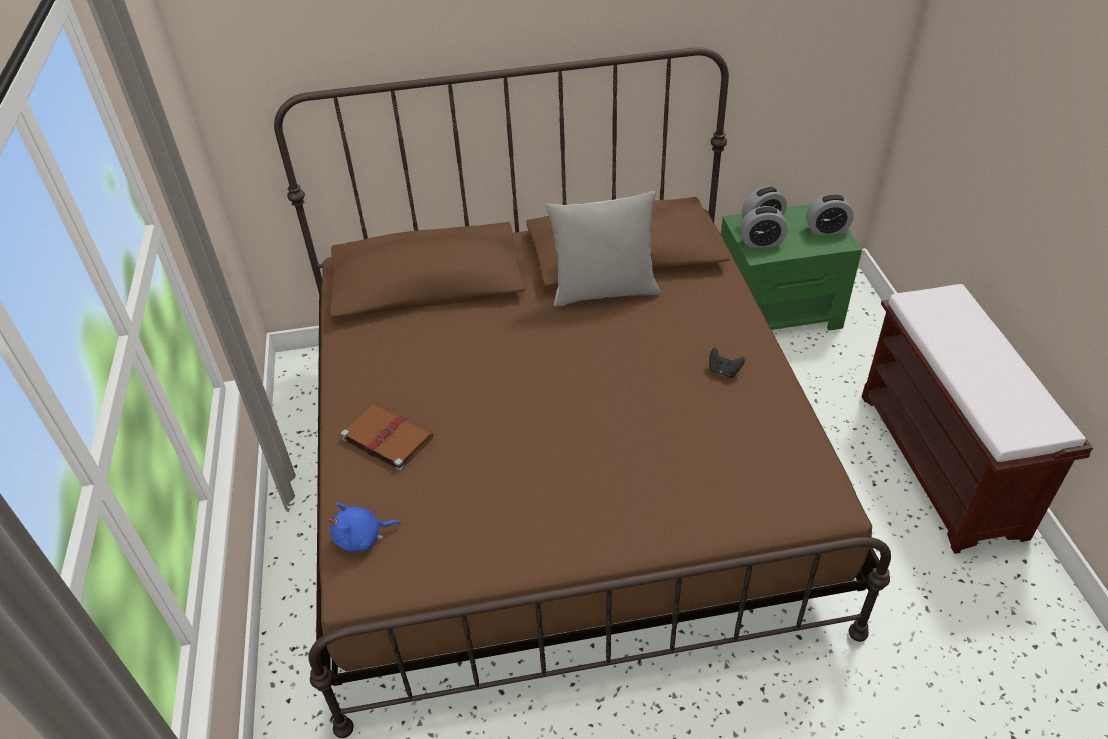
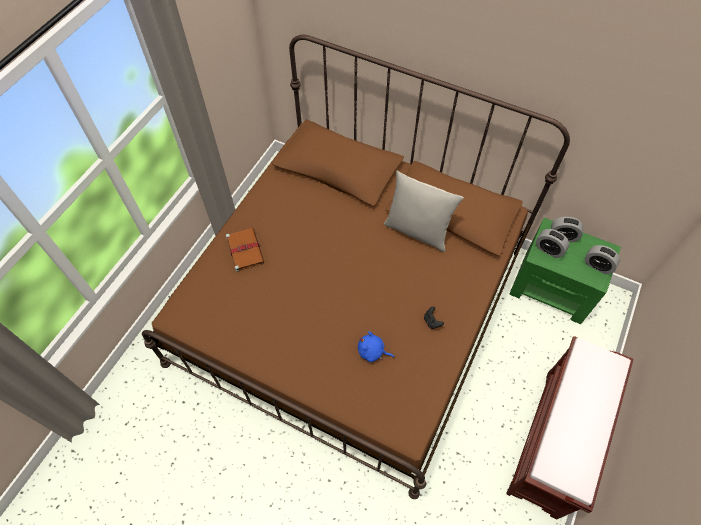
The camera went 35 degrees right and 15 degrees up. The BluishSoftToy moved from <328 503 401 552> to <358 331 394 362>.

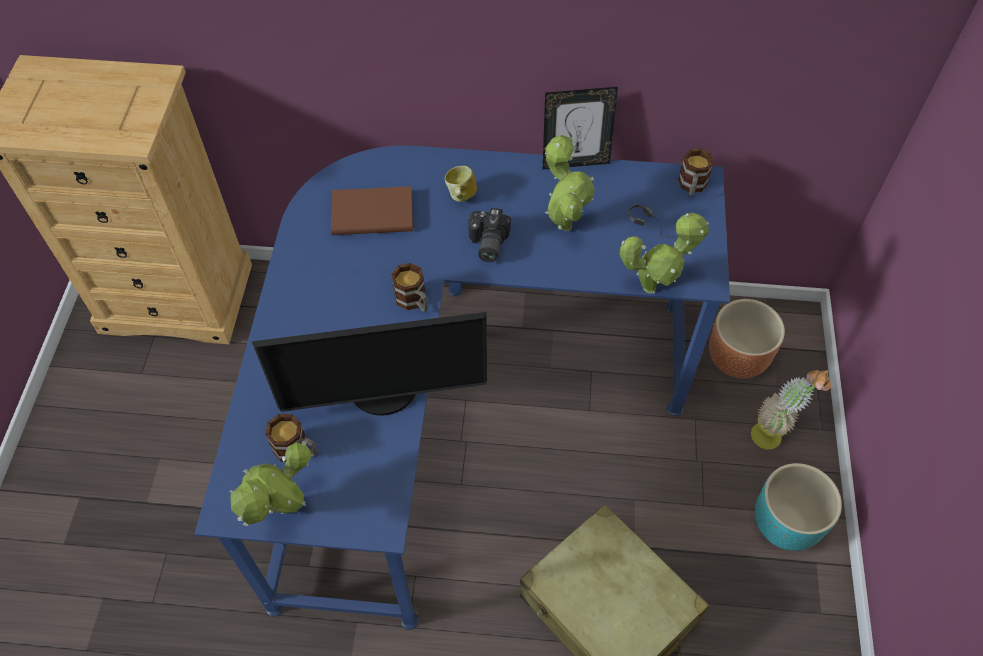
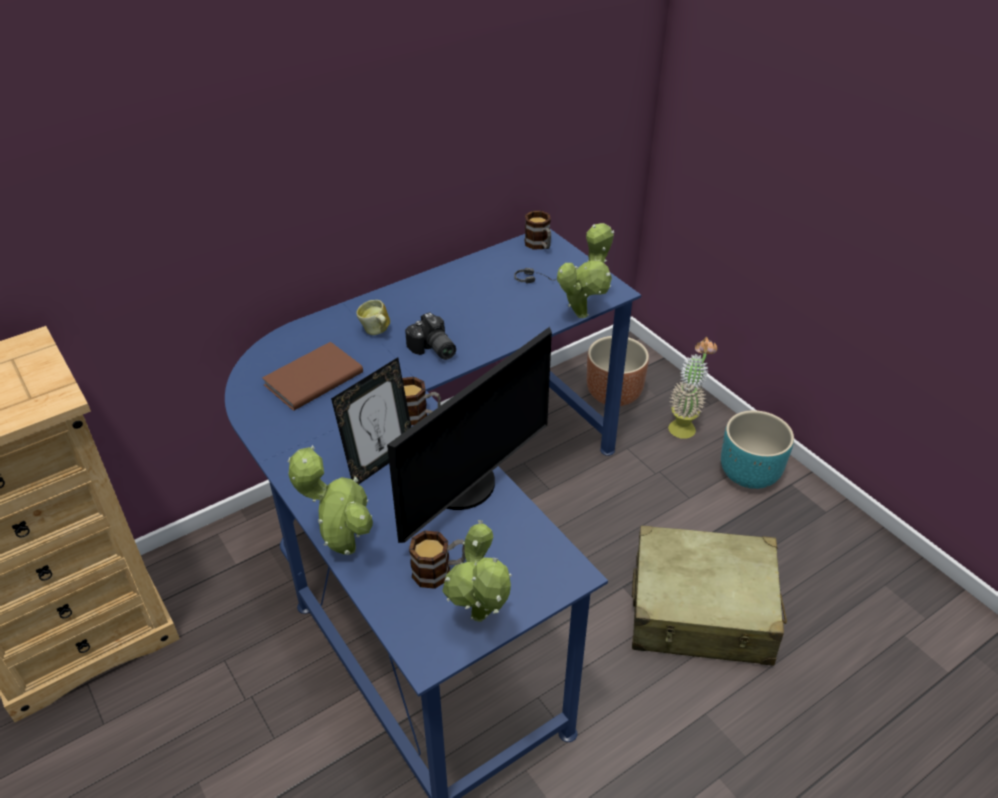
The camera went 40 degrees left and 15 degrees down. The PhotoFrame moved from <543 87 618 169> to <331 357 411 484>. The PottedPlant moved from <545 135 594 231> to <288 445 373 555>.

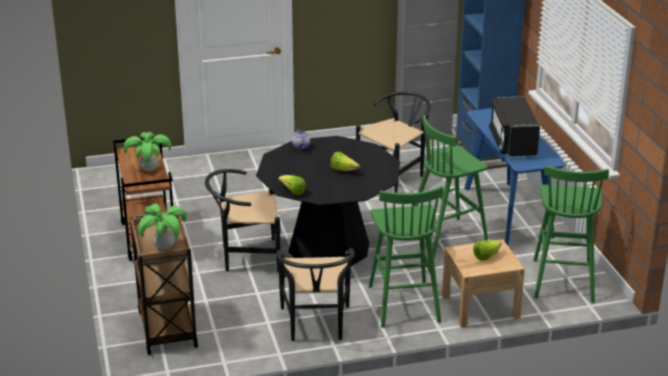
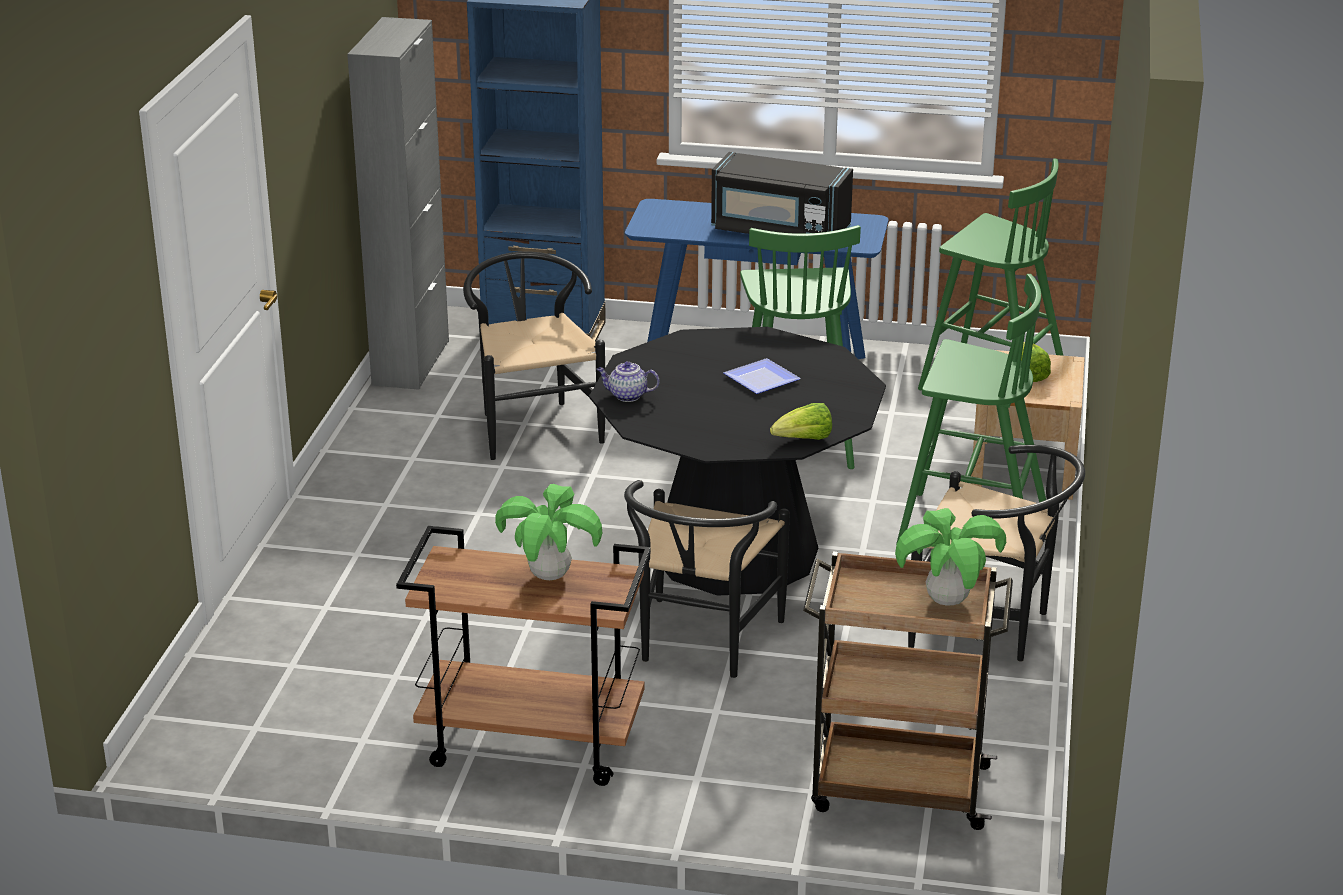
The camera went 65 degrees left and 0 degrees up. The Lettuce at <331 152 360 171> was replaced by the FlatDish at <723 358 801 394>.

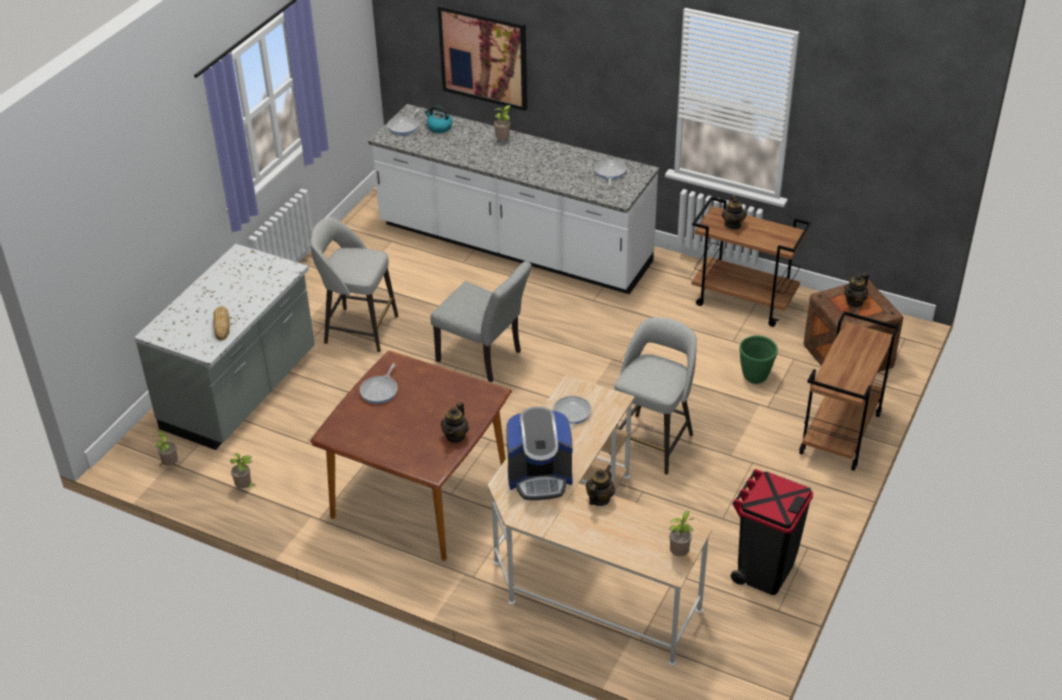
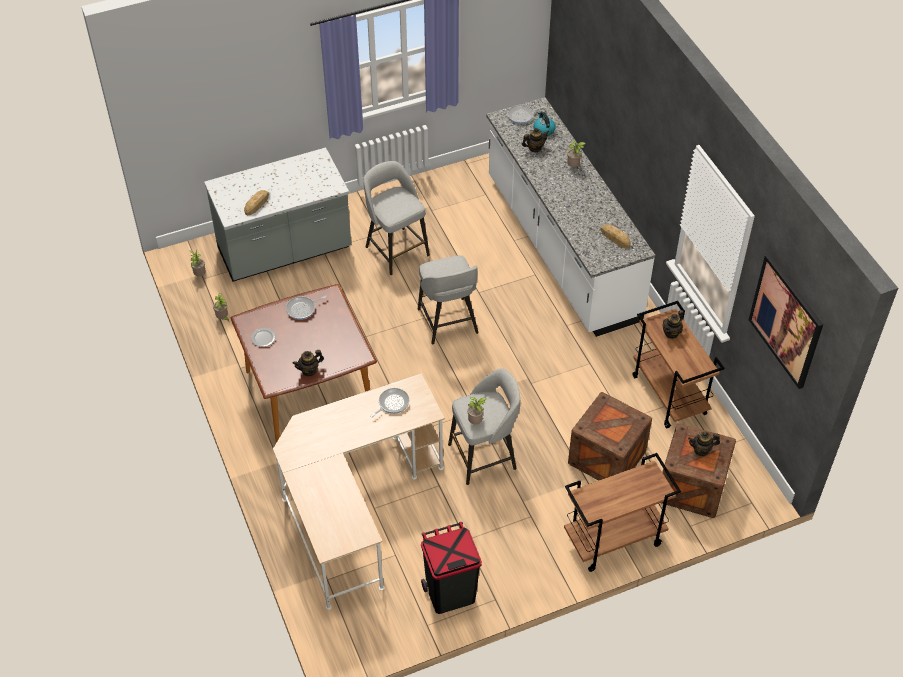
The camera went 40 degrees right and 10 degrees up. The CoffeeBrewer at <506 406 573 500> disappeared. The FlatDish at <251 328 276 347> appeared. The WallPicture moved from <437 5 527 111> to <749 254 823 389>. The Teapot moved from <586 465 615 506> to <522 128 549 152>. The PottedPlant moved from <669 511 694 556> to <468 397 487 425>. The GreyishUprightChair at <430 261 532 382> was replaced by the GreyishStoolSeat at <418 255 479 345>. The Skillet at <594 159 627 185> was replaced by the BakeryBread at <600 225 631 248>. The GreenColouredPlantPot at <740 335 778 384> was replaced by the ShippingCrate at <568 392 652 481>.

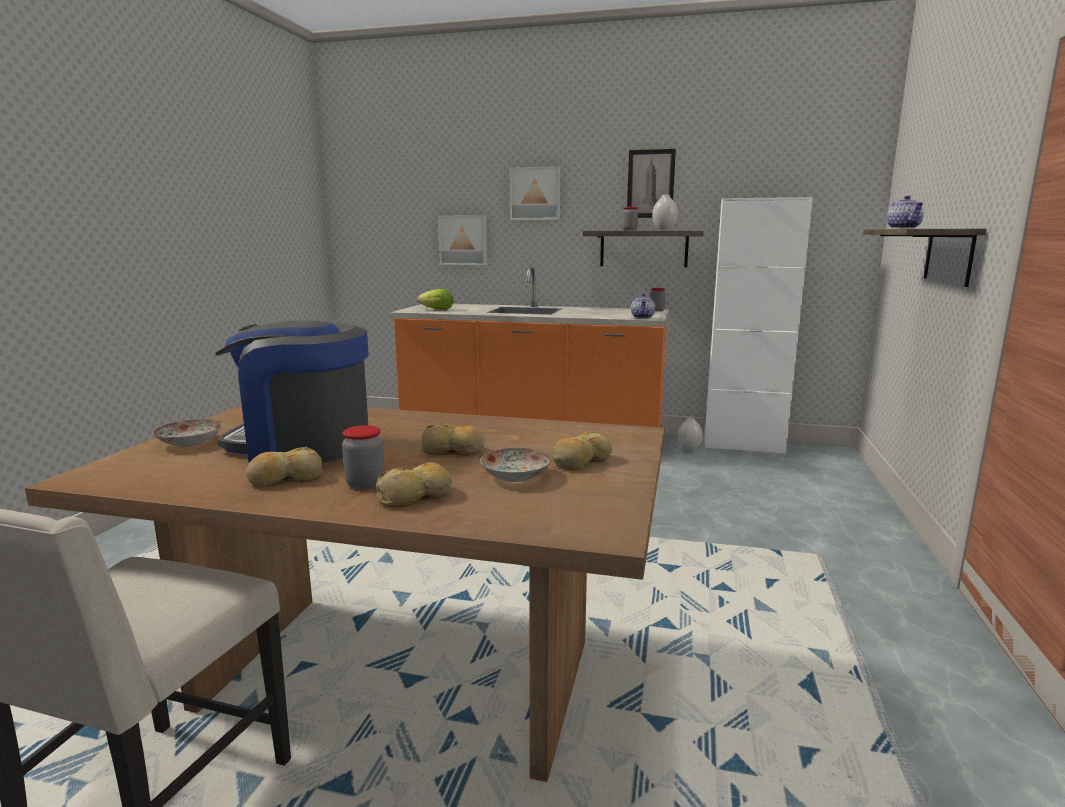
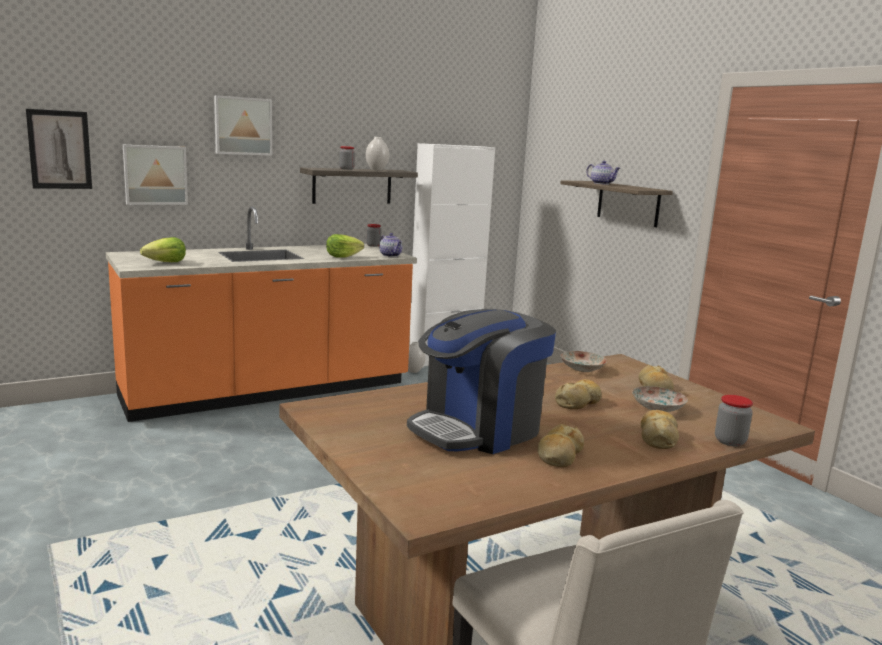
The camera went 45 degrees left and 0 degrees up. The Lettuce at <326 234 364 258> appeared. The FlatDish moved from <153 419 222 447> to <561 351 607 372>. The PreserveJar moved from <342 425 384 489> to <715 395 753 446>. The WallPicture moved from <627 149 676 218> to <26 109 92 189>.

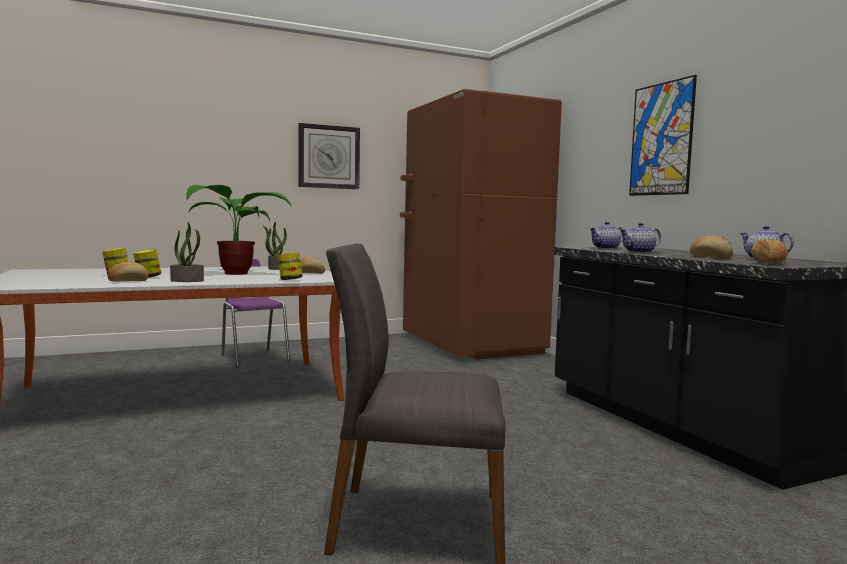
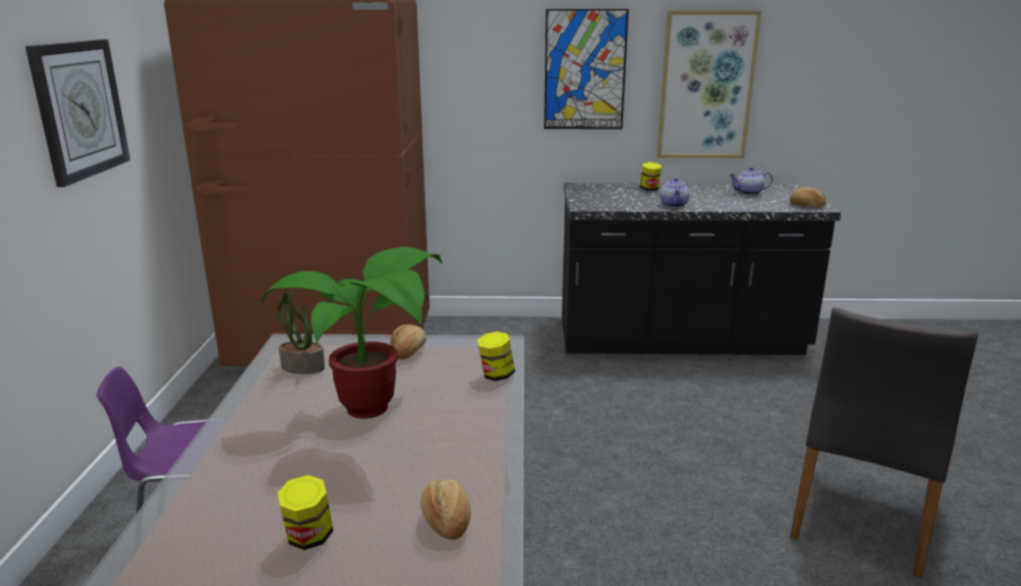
The camera went 65 degrees left and 15 degrees up. The PottedPlant at <170 222 204 282> disappeared. The Teapot at <589 222 623 249> disappeared. The BakeryBread at <690 236 733 259> disappeared. The WallPicture at <657 11 762 158> appeared. The PreserveJar moved from <133 249 161 278> to <640 162 662 191>.

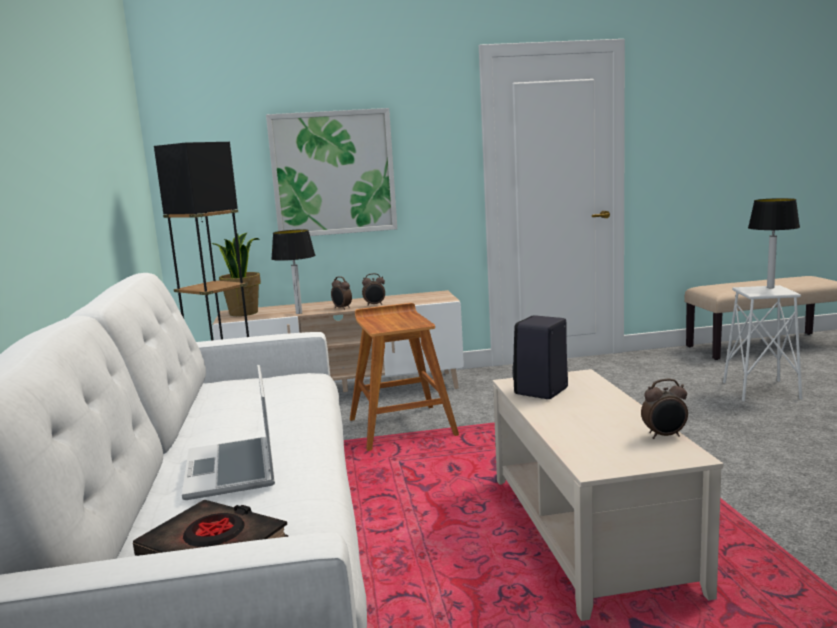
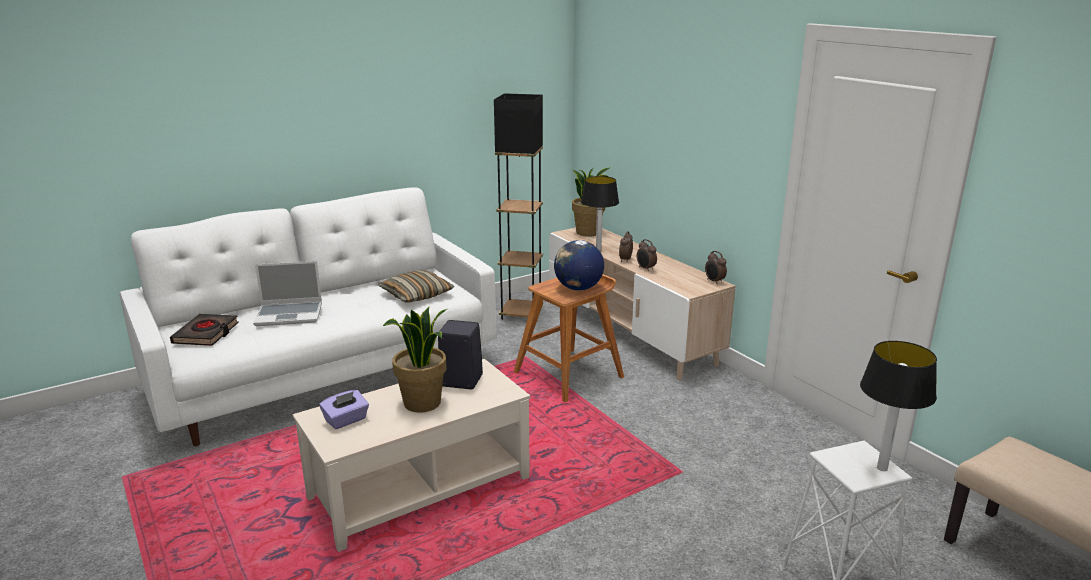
The camera went 65 degrees right and 10 degrees up. The WallPicture at <266 108 397 236> disappeared. The PurpleBoxOfTissues at <319 390 369 429> appeared. The Cushion at <378 270 454 303> appeared. The PottedPlant at <383 307 447 413> appeared. The WorldGlobe at <554 240 604 291> appeared. The TableClock moved from <641 379 688 439> to <705 251 727 284>. The PortableComputer at <182 365 275 500> turned 150 degrees counterclockwise.

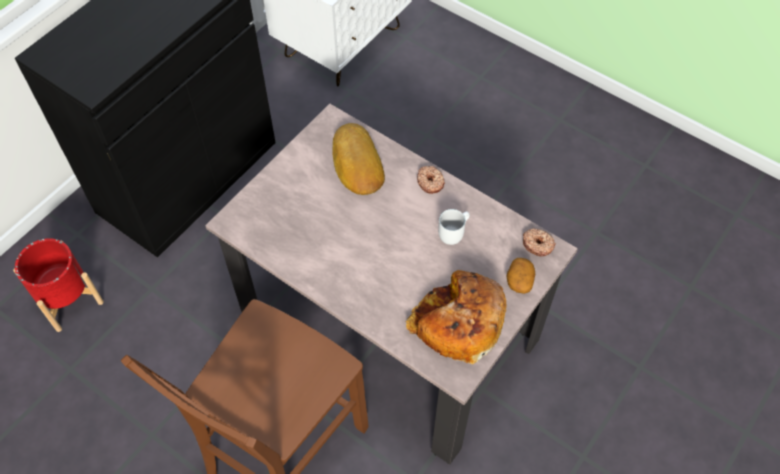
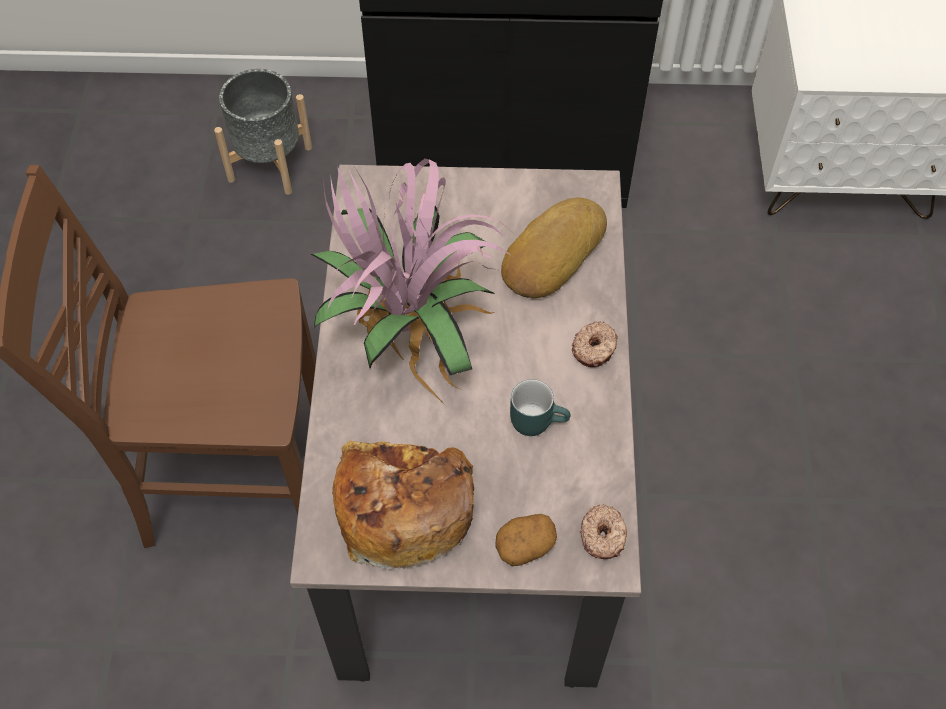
The camera went 55 degrees right and 0 degrees up. The PottedPlant at <310 158 512 406> appeared. The RedColouredPlantPot at <13 238 104 332> became the GreyishPlantPot at <214 69 312 195>. The WhiteColouredTeaMug at <438 209 470 245> became the TurquoiseColouredTeaMug at <510 379 570 436>.

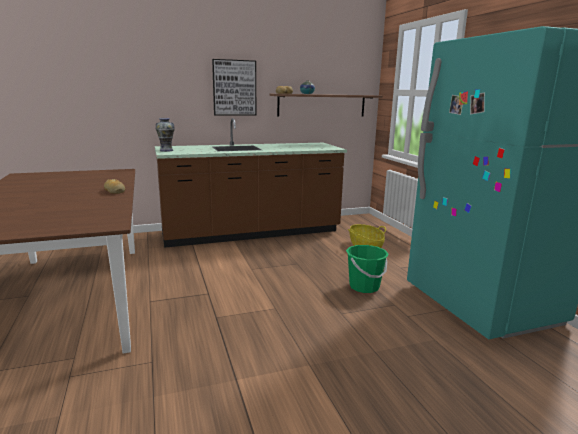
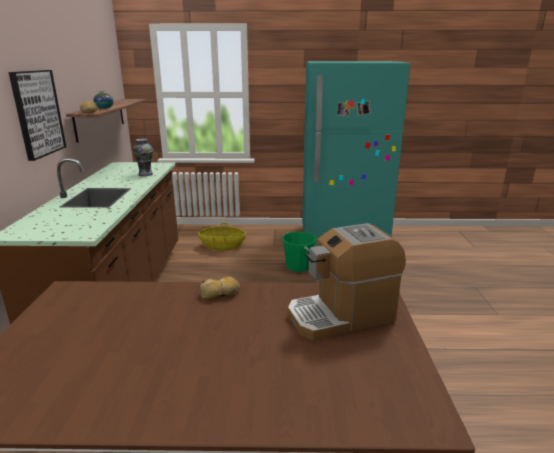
The camera went 70 degrees left and 5 degrees up. The CoffeeBrewer at <287 223 406 341> appeared. The FlowerVase moved from <156 118 175 152> to <133 139 154 176>.

